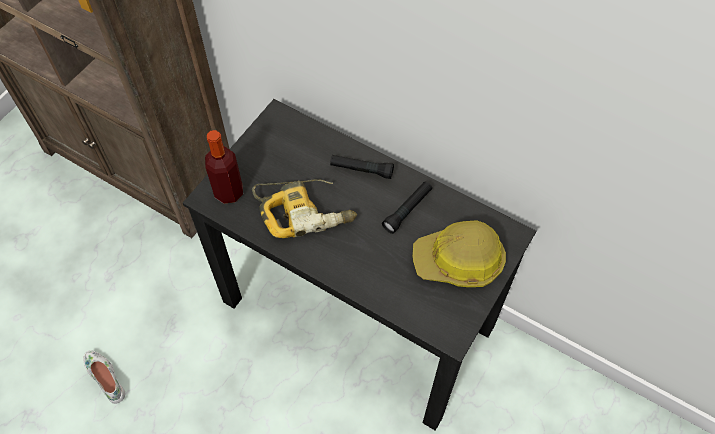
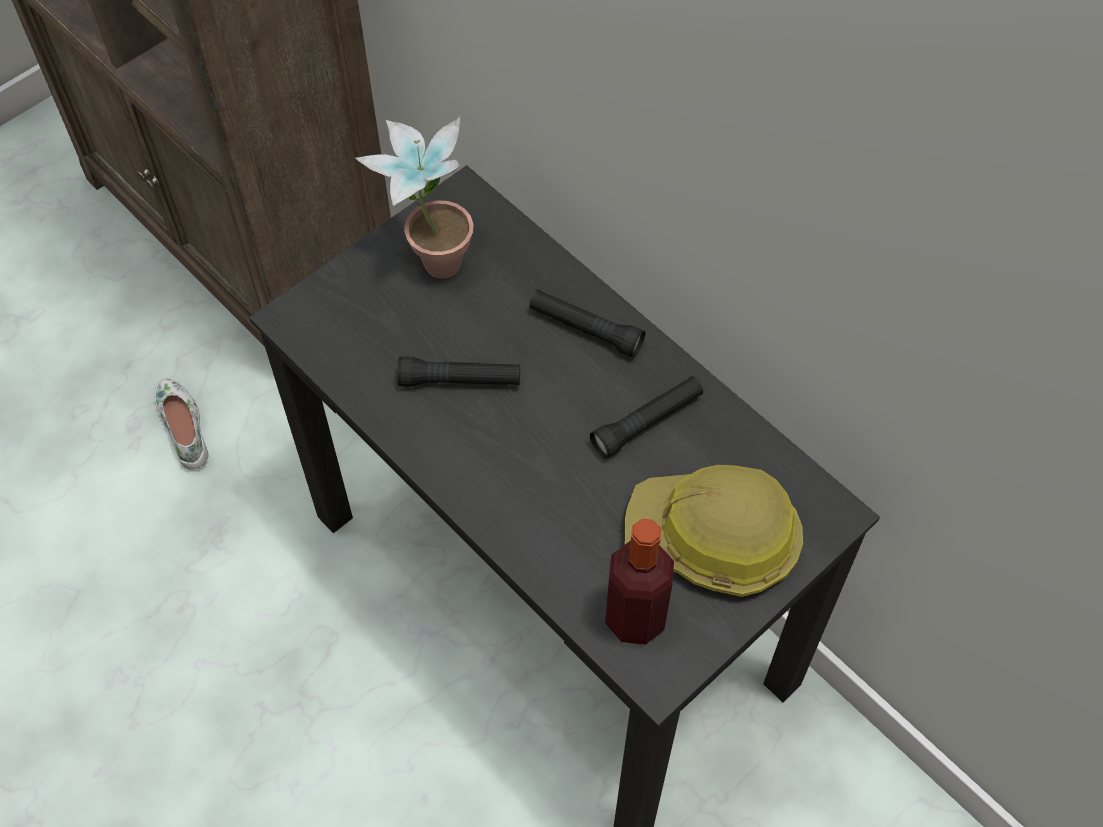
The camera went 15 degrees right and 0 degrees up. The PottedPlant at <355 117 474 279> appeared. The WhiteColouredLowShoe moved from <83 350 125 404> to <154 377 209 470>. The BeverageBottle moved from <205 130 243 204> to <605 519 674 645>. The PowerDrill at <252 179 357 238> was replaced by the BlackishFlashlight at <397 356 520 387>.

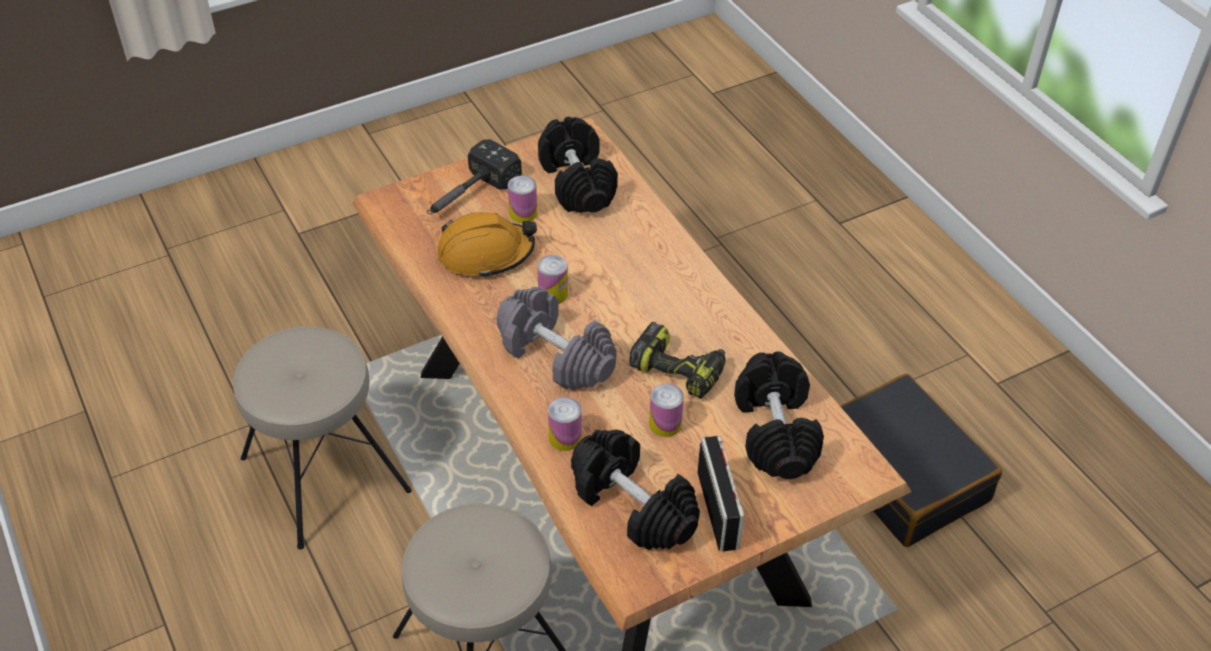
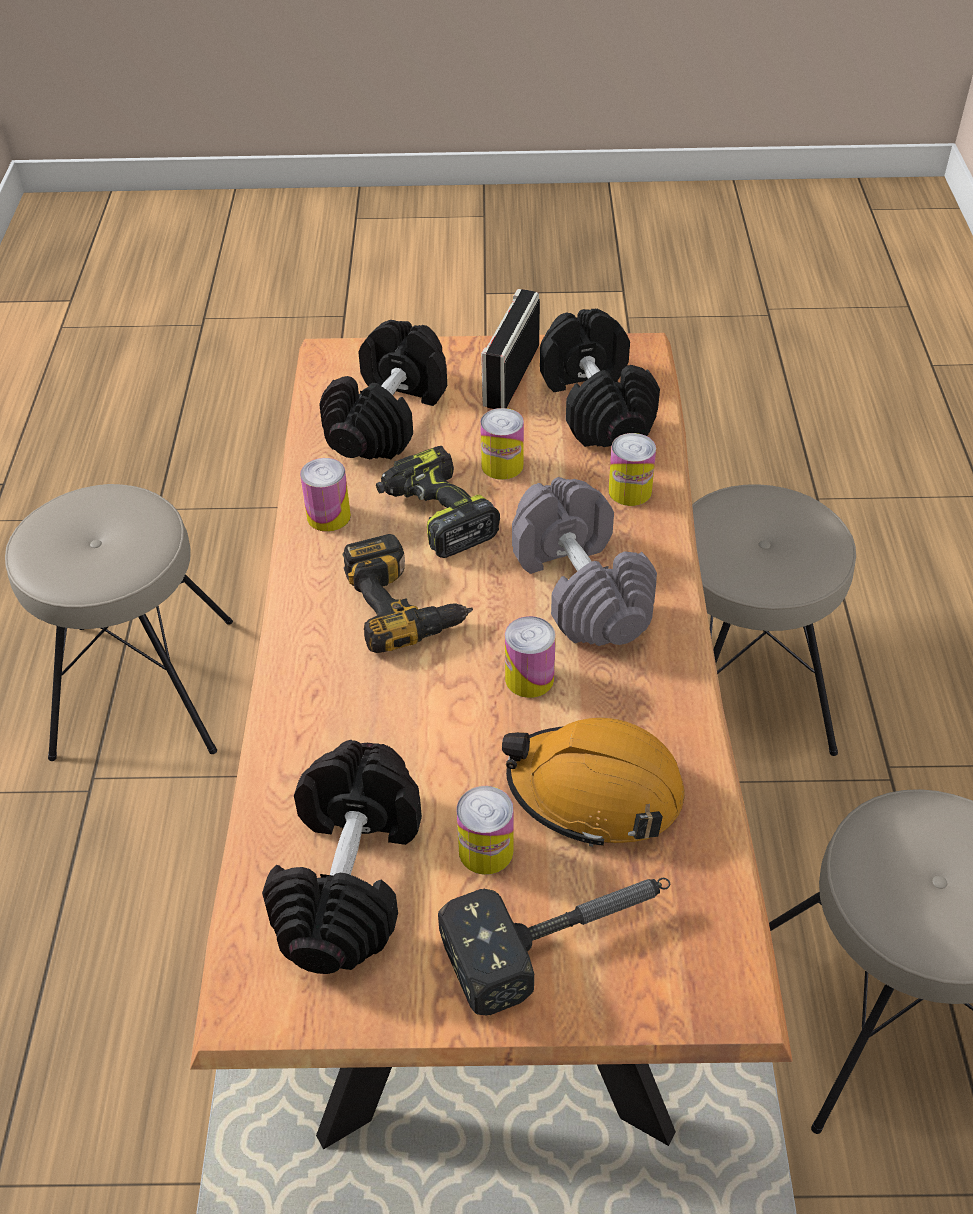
The camera went 150 degrees left and 0 degrees up. The Can at <300 458 351 532> appeared. The PowerDrill at <342 534 473 653> appeared. The BlackishTravelCase at <840 374 1002 547> was replaced by the BeigeStoolSeat at <5 484 233 761>.

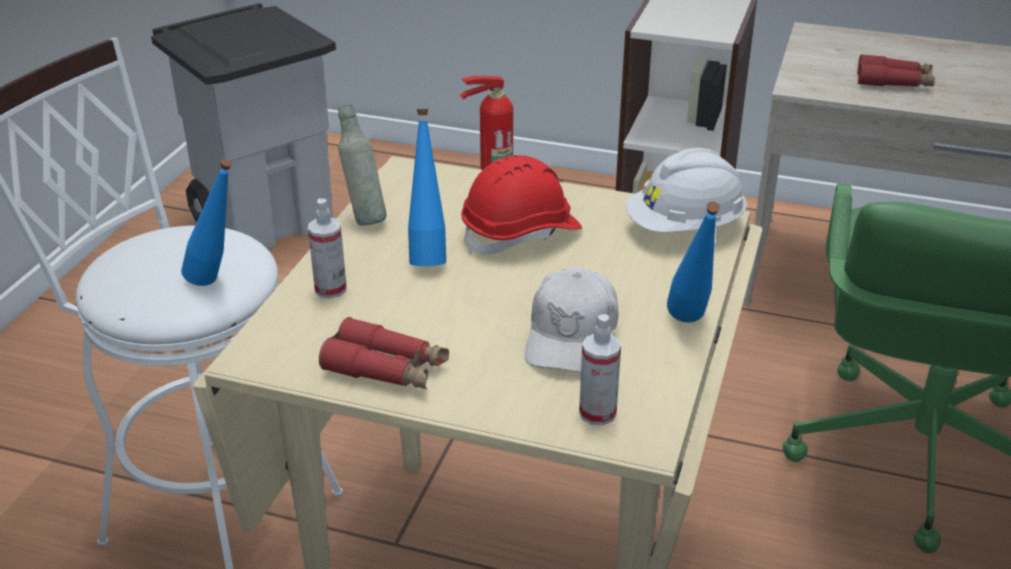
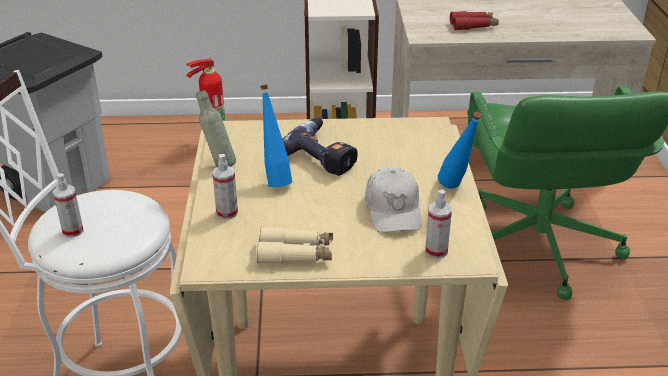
The camera went 20 degrees left and 0 degrees up. The BluishBeverageBottle at <181 158 232 286> disappeared. The WhiteColouredWorkHelmet at <626 148 747 233> disappeared. The Sprayer at <53 173 84 238> appeared. The RedColouredWorkHelmet at <461 155 582 255> was replaced by the PowerDrill at <282 117 358 176>. The RedColouredFieldGlasses at <319 317 449 389> became the BeigeFieldGlasses at <256 227 333 264>.

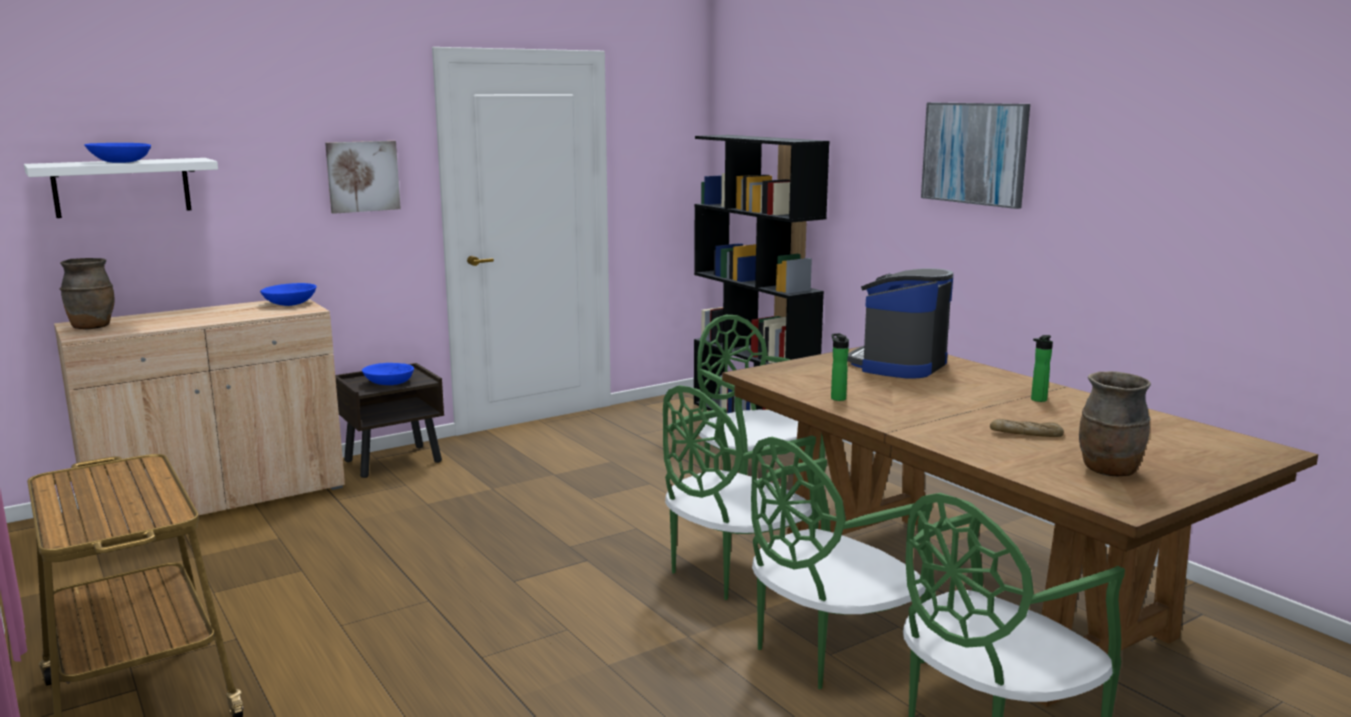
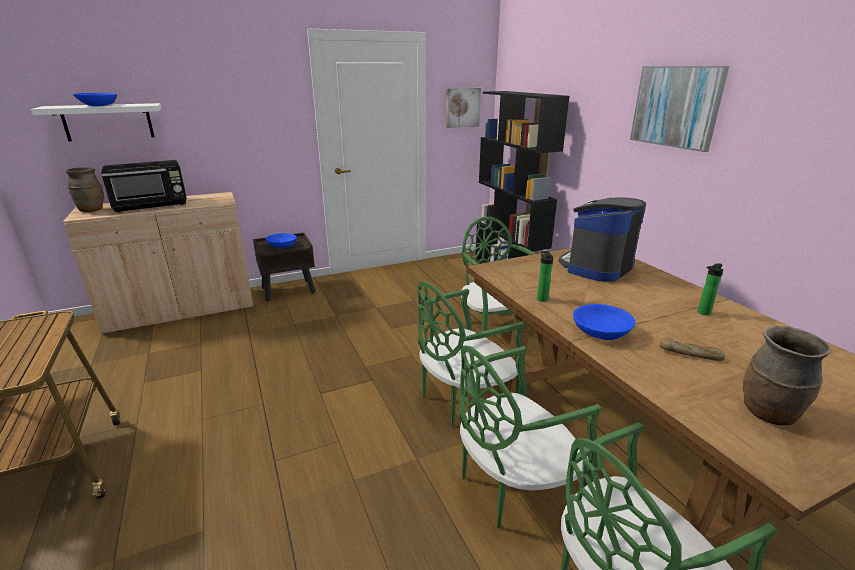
The camera went 10 degrees right and 10 degrees up. The BlackishKitchenMicrowave at <101 160 187 213> appeared. The BluishServingBowl moved from <260 283 317 306> to <573 304 635 340>. The WallPicture moved from <325 141 401 214> to <446 88 481 128>.

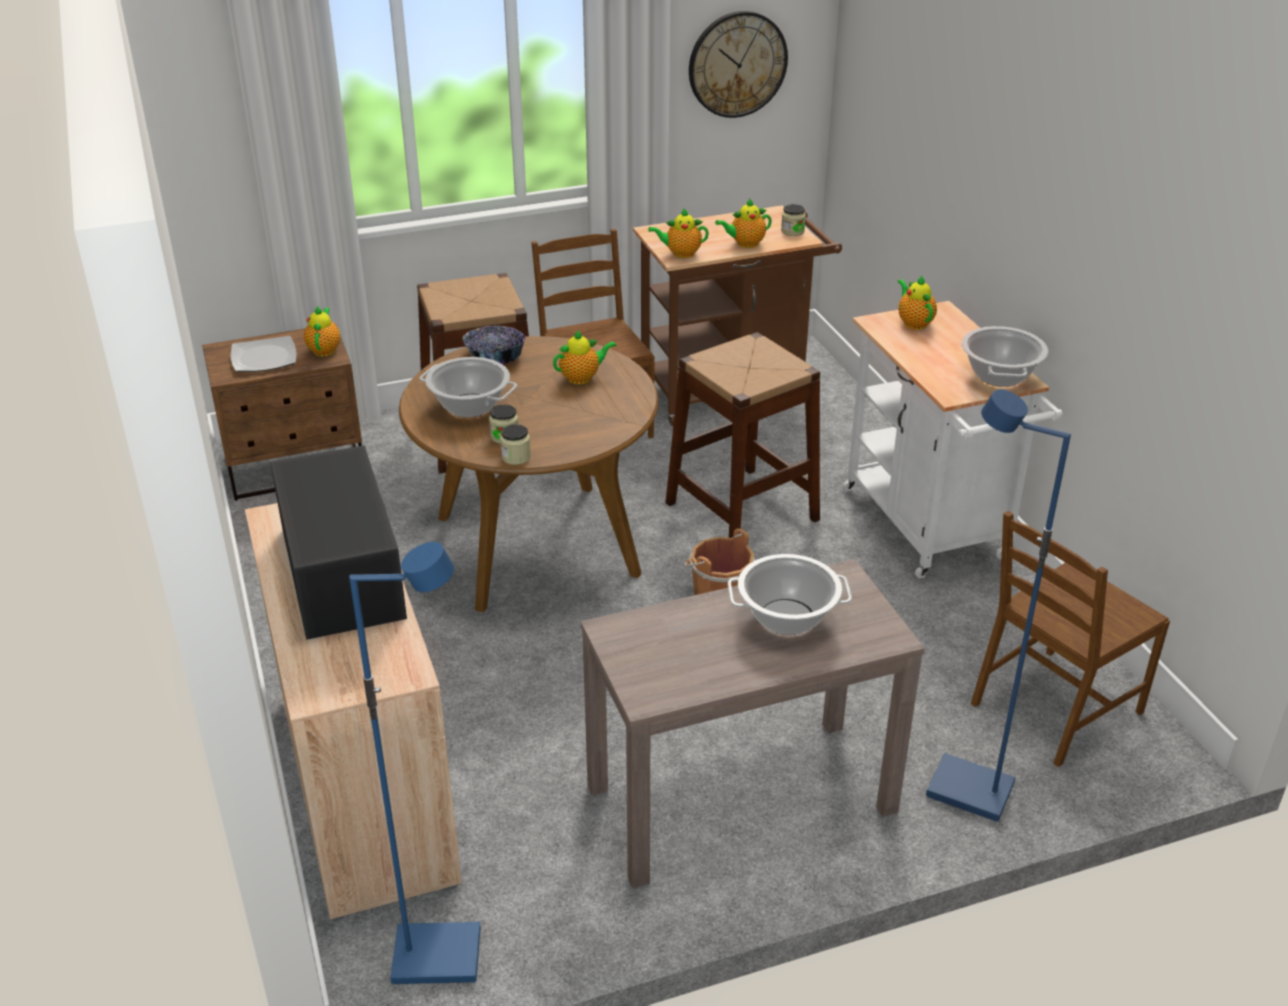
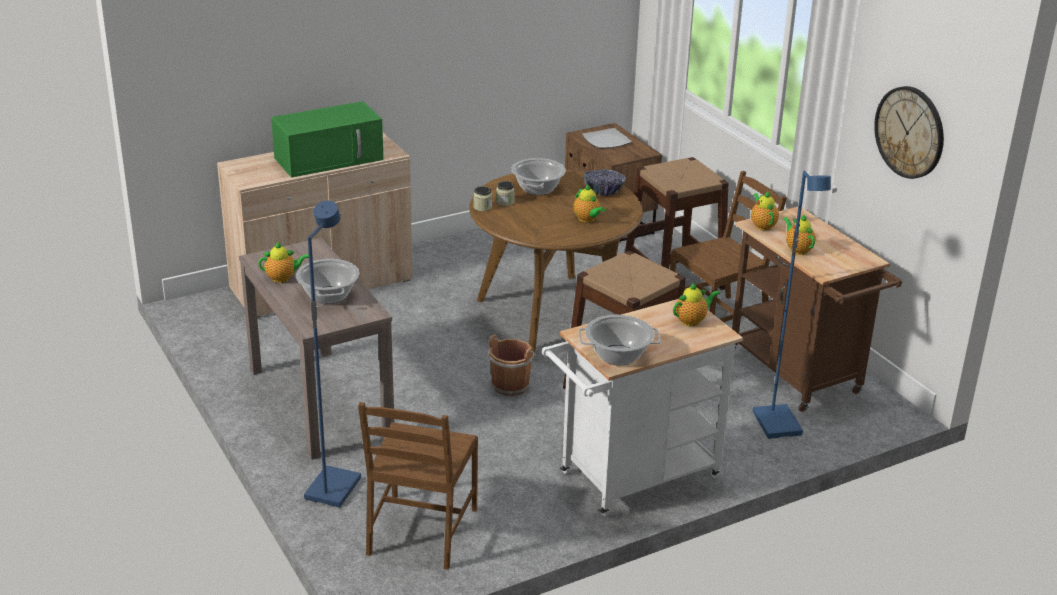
The camera went 80 degrees right and 5 degrees down. The PreserveJar at <781 204 806 236> disappeared. The Teapot moved from <304 306 340 357> to <258 242 309 283>. The BluishStandardLamp moved from <349 542 481 984> to <753 171 831 439>. The BlackishKitchenMicrowave at <270 445 407 640> became the GreenColouredKitchenMicrowave at <271 101 384 178>. The BrownColouredUprightChair at <971 511 1170 767> turned 120 degrees counterclockwise.

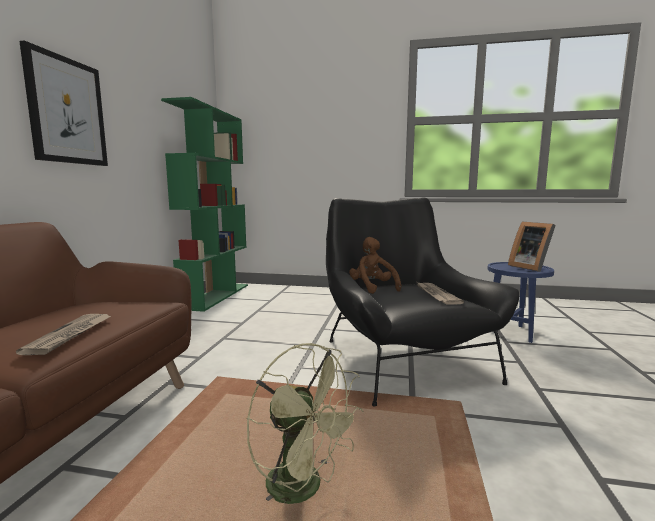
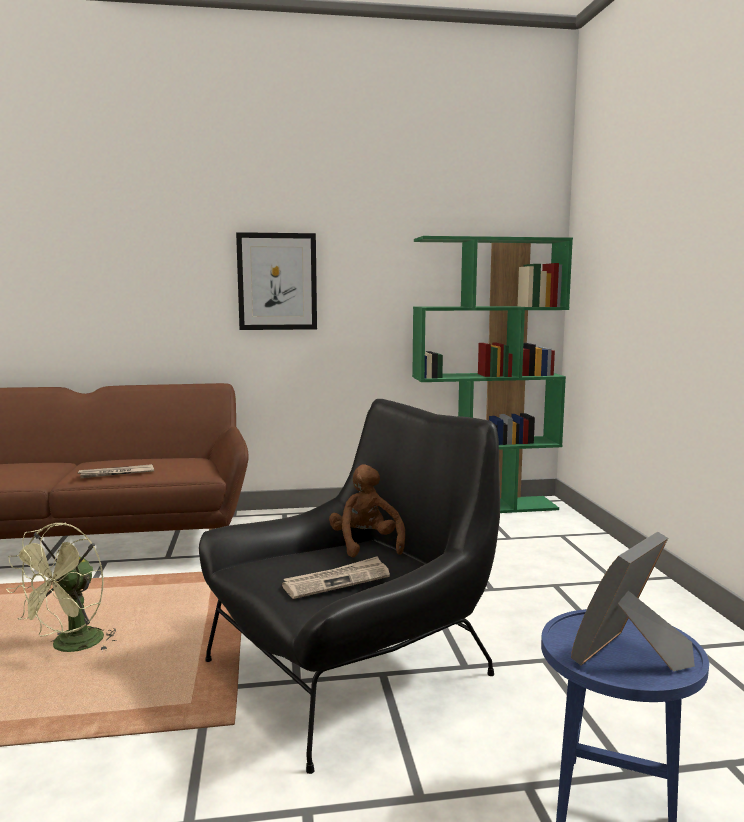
The camera went 70 degrees right and 0 degrees up. The BrownColouredSoftToy at <349 237 401 294> turned 60 degrees counterclockwise.

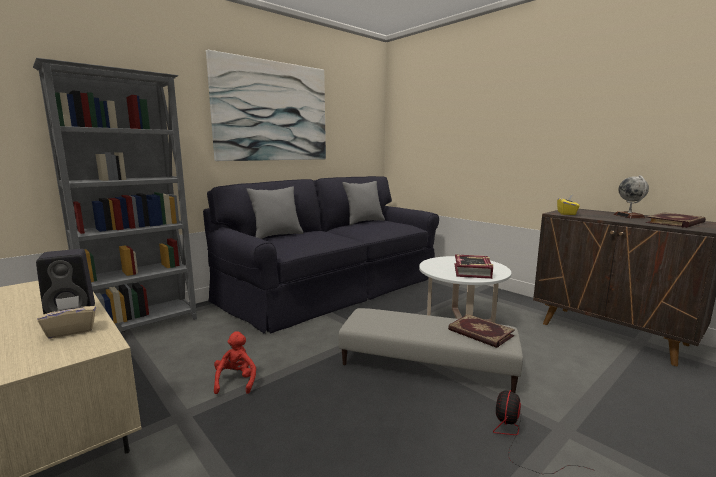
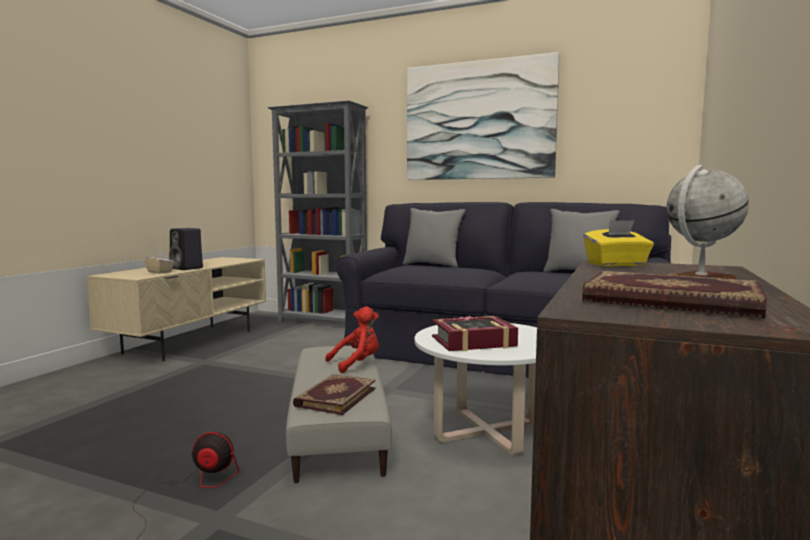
The camera went 65 degrees right and 5 degrees down. The RedColouredSoftToy moved from <214 331 256 394> to <325 307 379 373>.

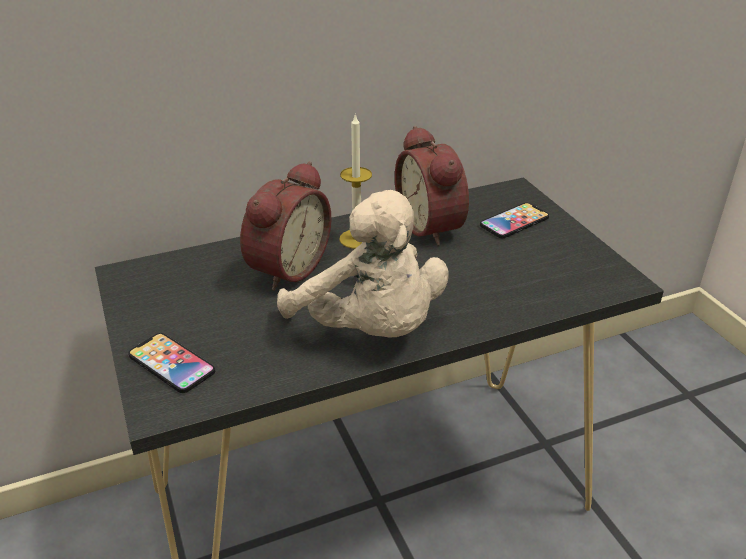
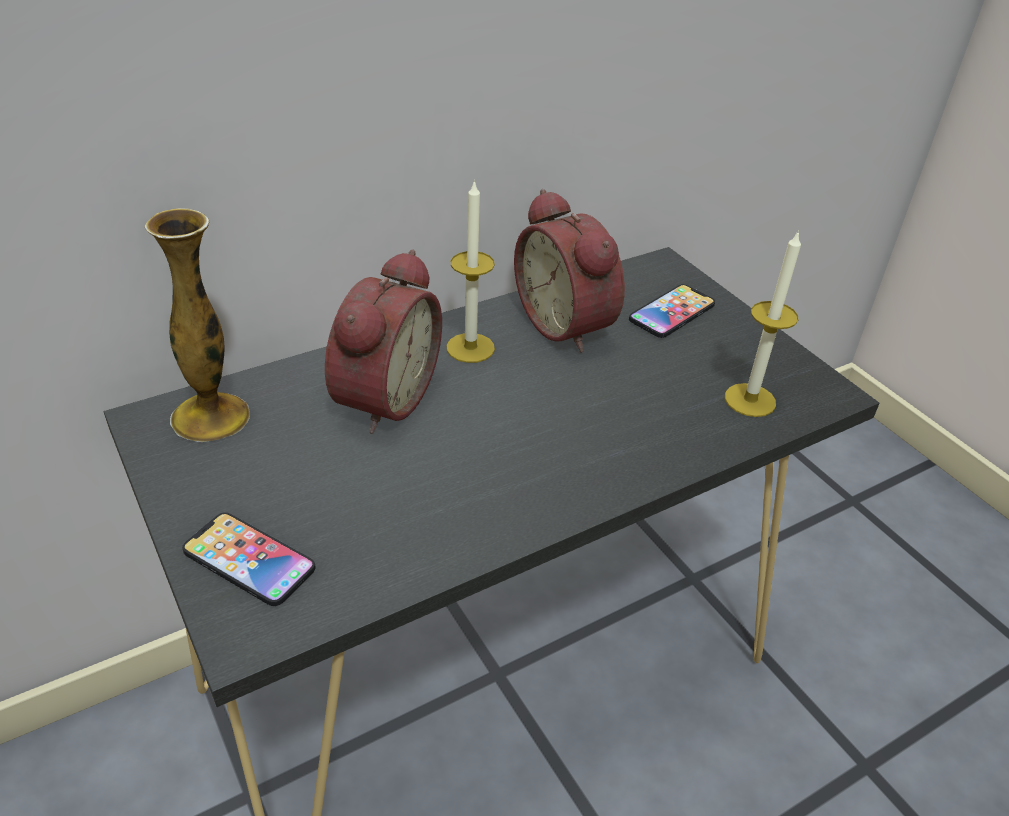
The camera went 10 degrees left and 5 degrees up. The BeigeSoftToy at <277 190 449 338> disappeared. The FlowerVase at <145 208 250 442> appeared. The Candle at <725 230 801 417> appeared.

